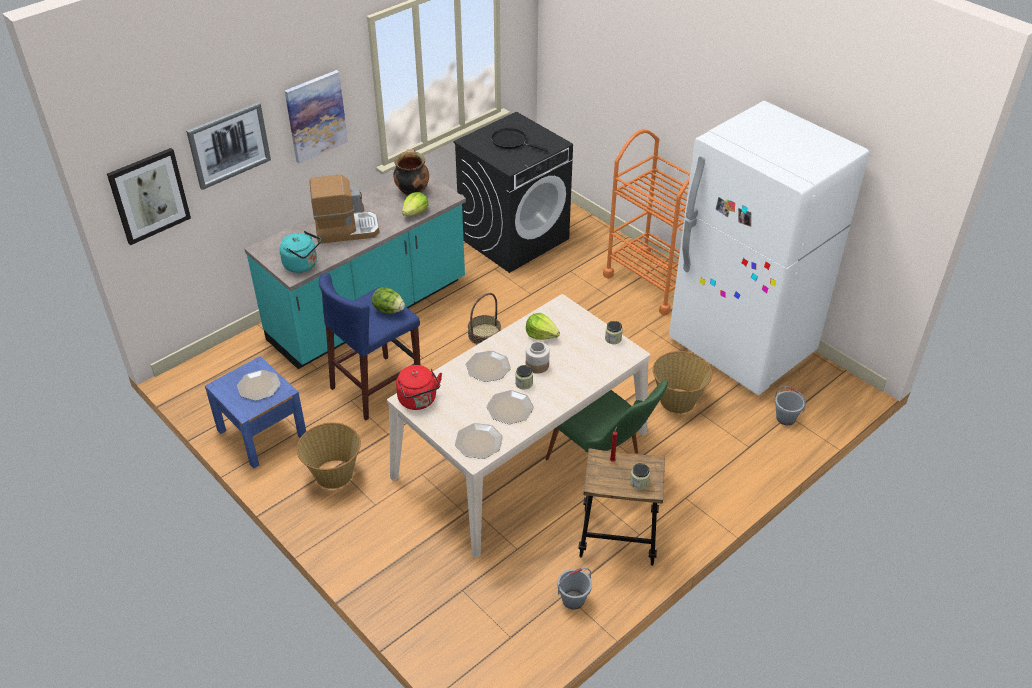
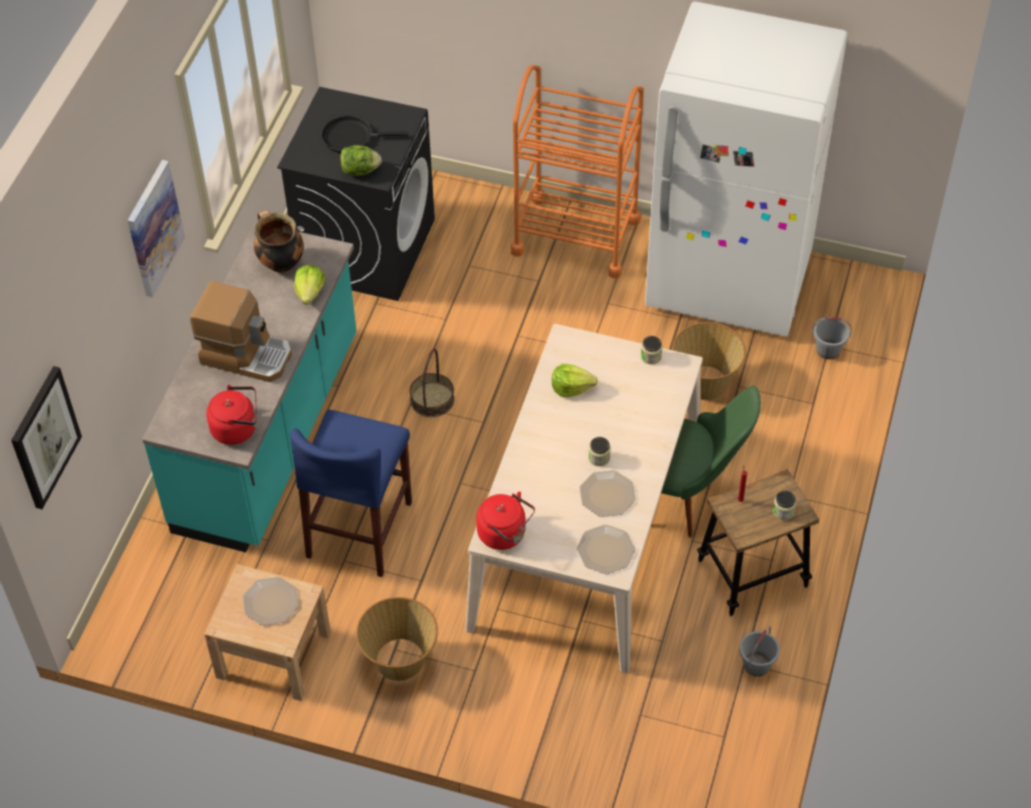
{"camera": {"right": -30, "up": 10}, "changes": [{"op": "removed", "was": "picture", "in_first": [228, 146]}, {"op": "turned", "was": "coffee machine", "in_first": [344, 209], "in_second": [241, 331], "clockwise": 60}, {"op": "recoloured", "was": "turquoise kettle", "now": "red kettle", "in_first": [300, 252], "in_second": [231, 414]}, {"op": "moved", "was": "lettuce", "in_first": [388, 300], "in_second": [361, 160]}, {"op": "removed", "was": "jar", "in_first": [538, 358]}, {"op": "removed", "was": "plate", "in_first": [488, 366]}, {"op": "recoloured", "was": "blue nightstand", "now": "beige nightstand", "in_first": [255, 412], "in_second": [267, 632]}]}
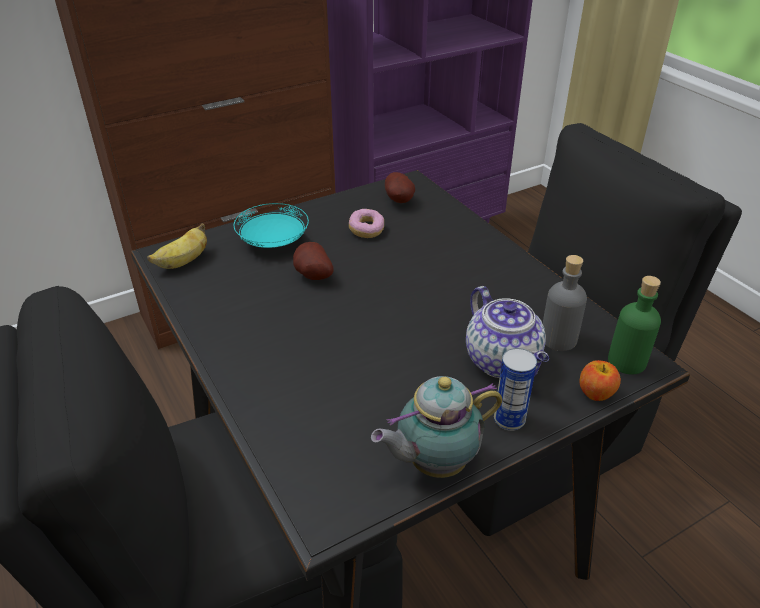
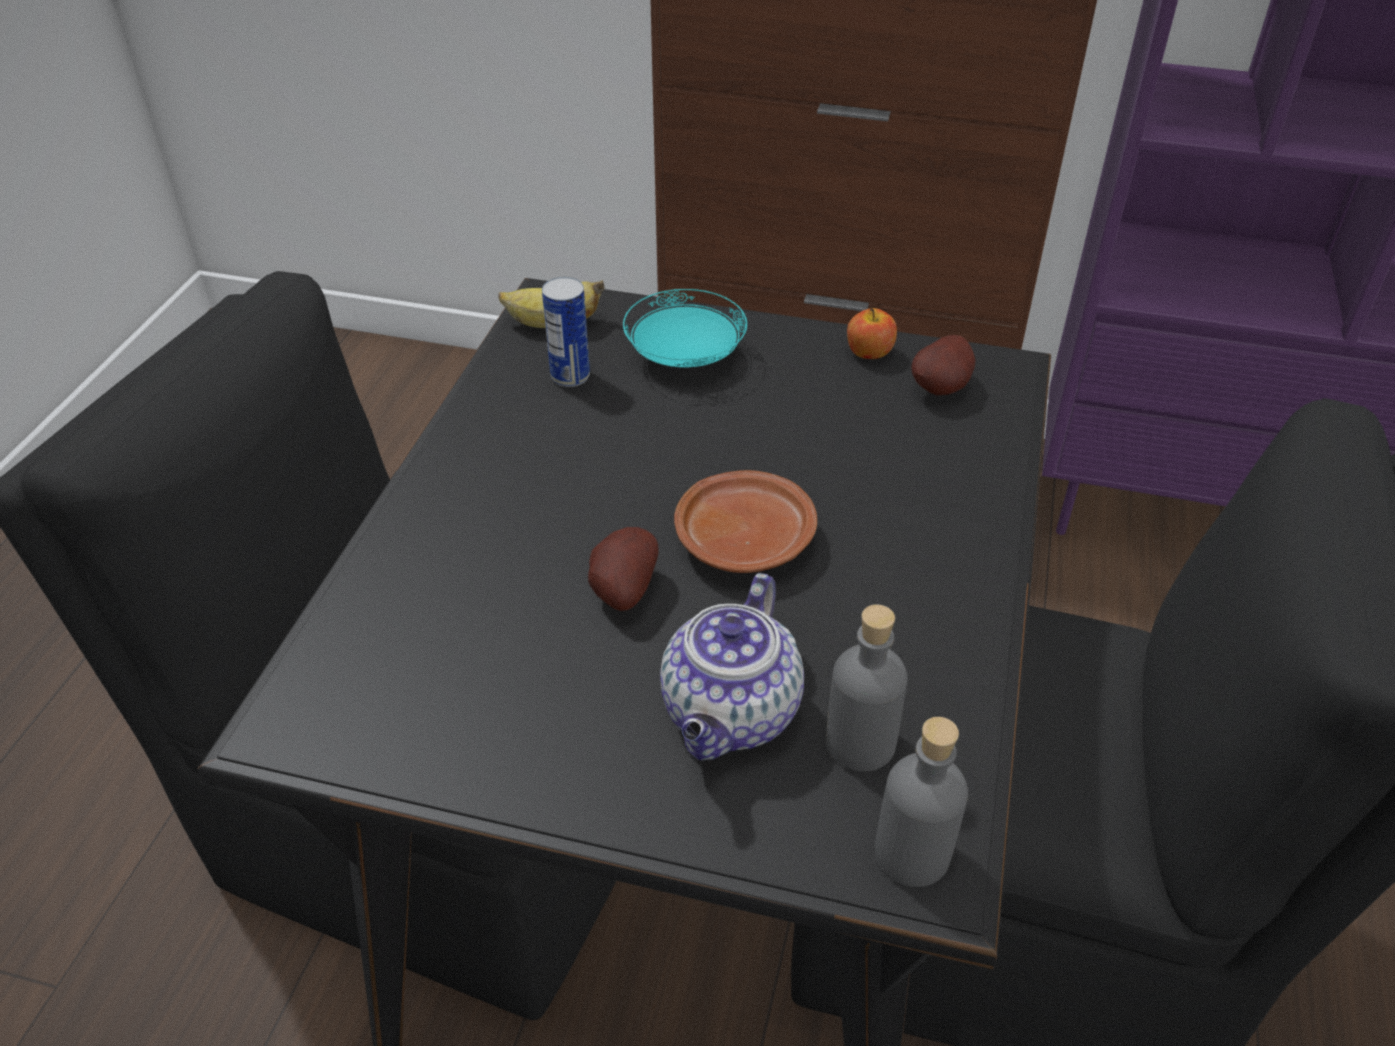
{"camera": {"right": 45, "up": 5}, "changes": [{"op": "removed", "was": "donut", "in_first": [366, 223]}, {"op": "moved", "was": "potato", "in_first": [313, 261], "in_second": [623, 569]}, {"op": "recoloured", "was": "green bottle", "now": "grey bottle", "in_first": [634, 325], "in_second": [921, 802]}, {"op": "moved", "was": "can", "in_first": [515, 389], "in_second": [566, 332]}, {"op": "moved", "was": "apple", "in_first": [600, 380], "in_second": [872, 333]}, {"op": "removed", "was": "teapot", "in_first": [436, 427]}, {"op": "added", "now": "brown plate", "in_second": [745, 521]}]}
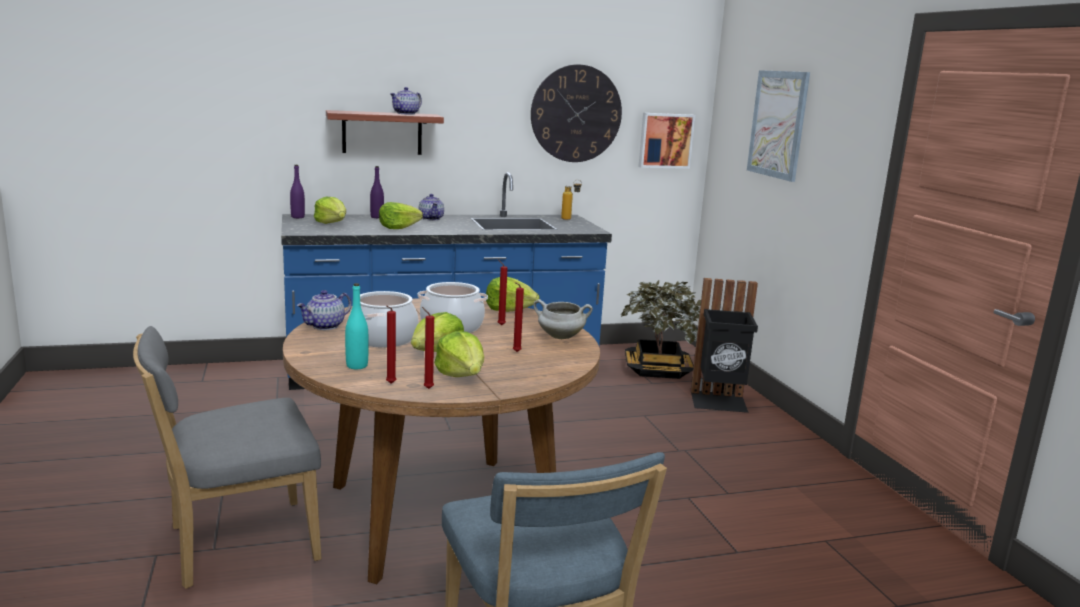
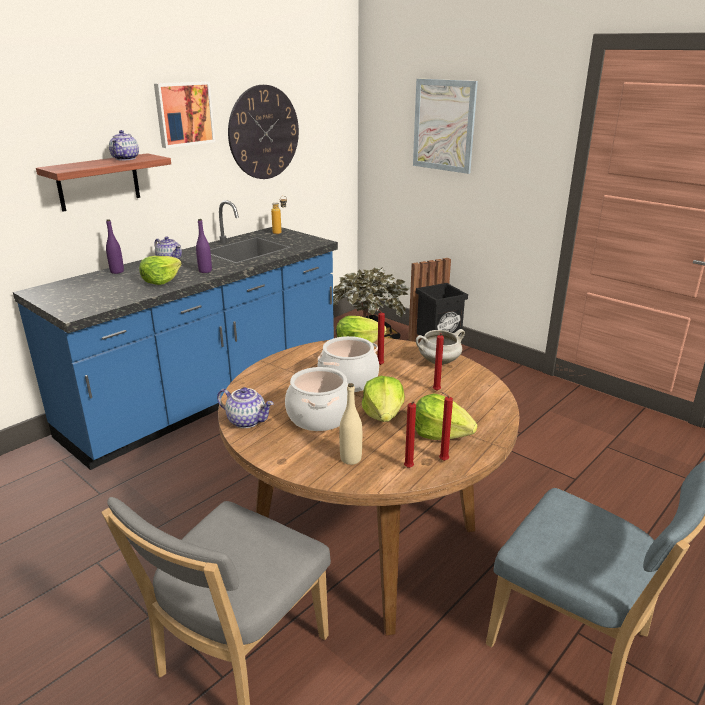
{"camera": {"right": -30, "up": 10}, "changes": [{"op": "moved", "was": "picture", "in_first": [666, 141], "in_second": [184, 114]}, {"op": "moved", "was": "purple bottle", "in_first": [297, 191], "in_second": [204, 246]}, {"op": "removed", "was": "lettuce", "in_first": [330, 210]}, {"op": "recoloured", "was": "turquoise bottle", "now": "beige bottle", "in_first": [356, 326], "in_second": [350, 424]}, {"op": "turned", "was": "teapot", "in_first": [324, 310], "in_second": [245, 407], "clockwise": -75}]}
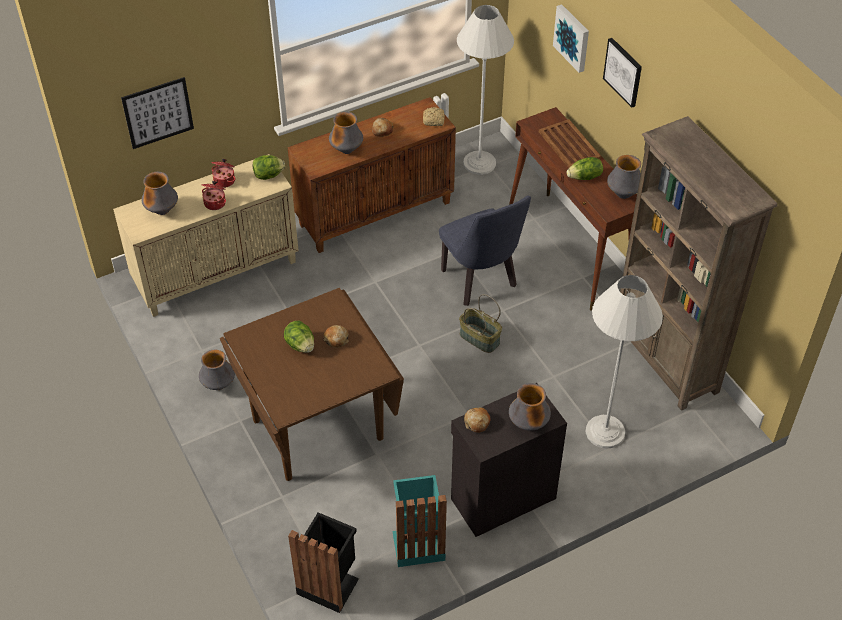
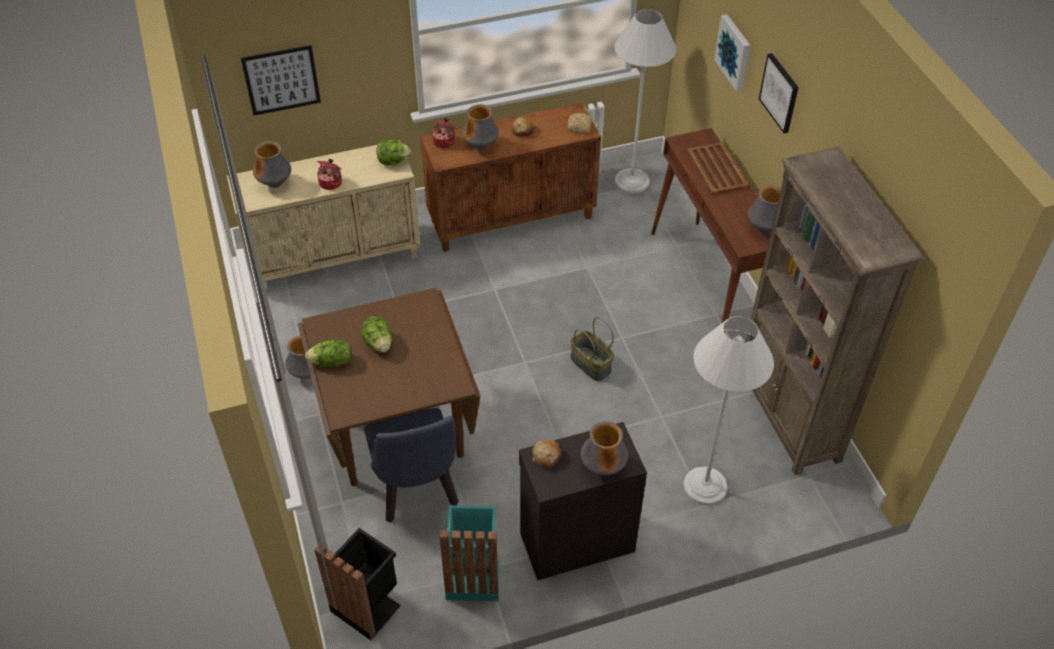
{"camera": {"right": 10, "up": 0}, "changes": [{"op": "moved", "was": "lettuce", "in_first": [585, 168], "in_second": [328, 353]}, {"op": "moved", "was": "cooking pot", "in_first": [223, 173], "in_second": [444, 133]}, {"op": "moved", "was": "blue chair", "in_first": [485, 250], "in_second": [411, 465]}, {"op": "removed", "was": "bread", "in_first": [336, 336]}]}
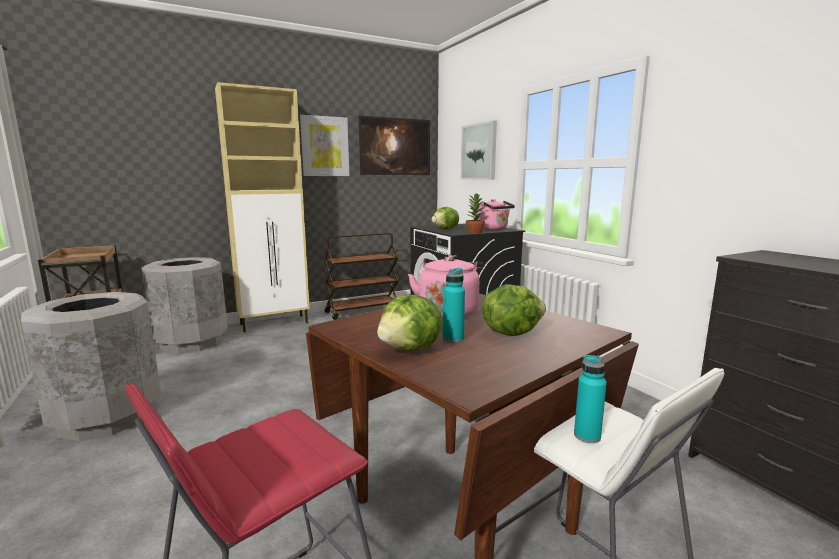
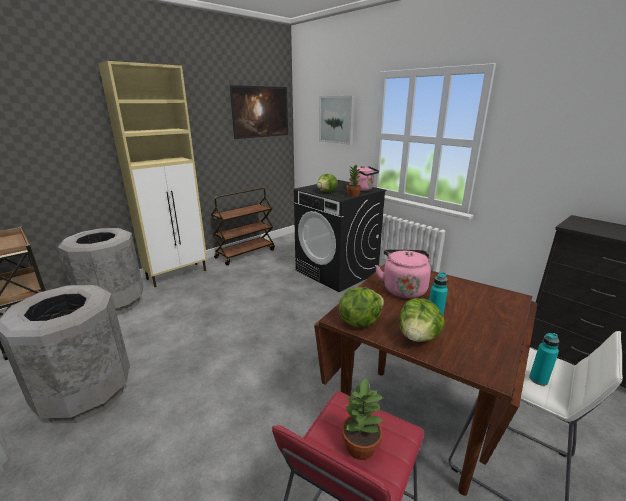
{"camera": {"right": -15, "up": 10}, "changes": [{"op": "removed", "was": "picture", "in_first": [324, 145]}, {"op": "moved", "was": "lettuce", "in_first": [514, 310], "in_second": [361, 307]}, {"op": "added", "now": "potted plant", "in_second": [363, 419]}]}
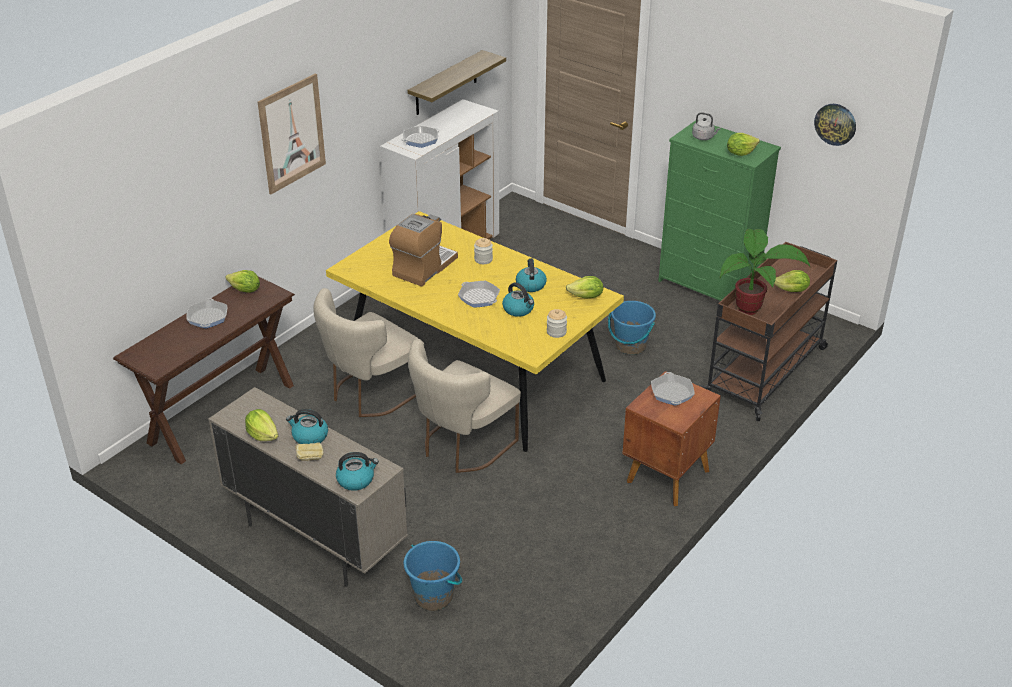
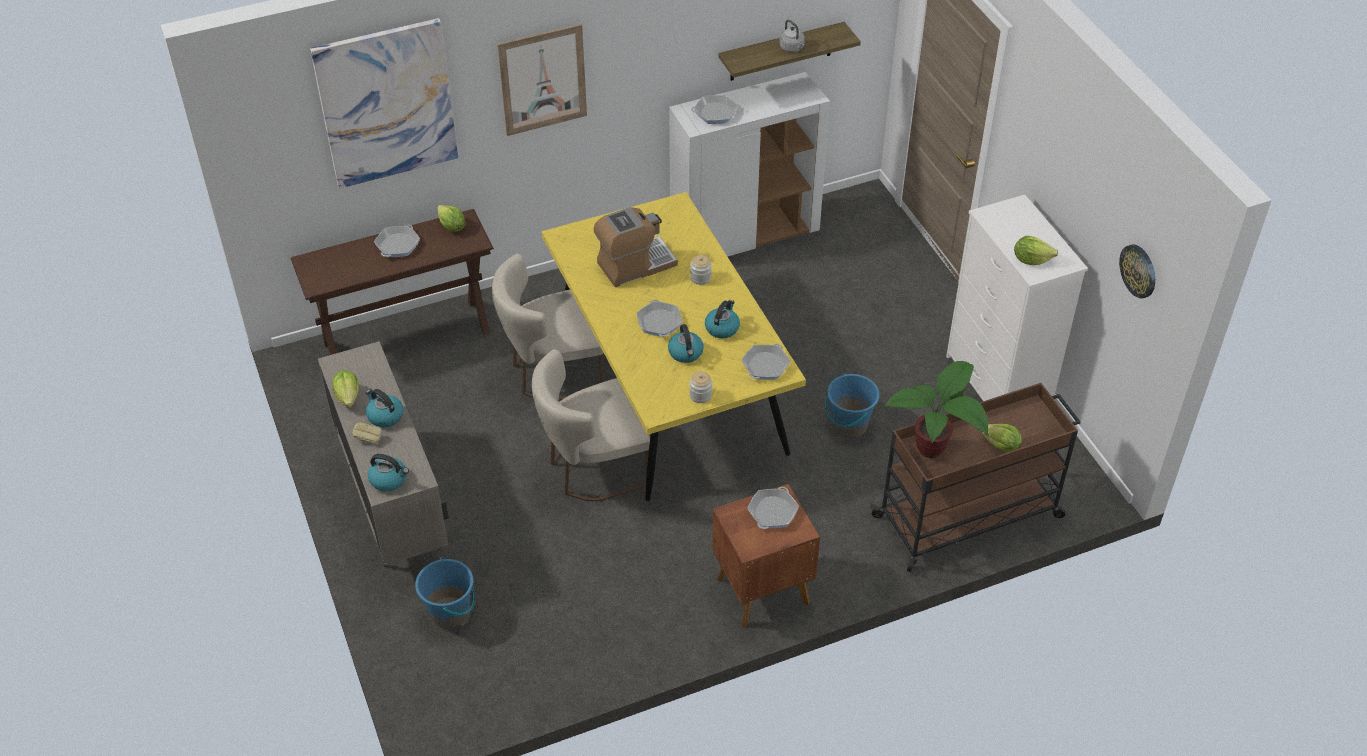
{"camera": {"right": 30, "up": 10}, "changes": [{"op": "moved", "was": "grey kettle", "in_first": [706, 126], "in_second": [792, 36]}, {"op": "recoloured", "was": "green dresser", "now": "white dresser", "in_first": [719, 210], "in_second": [1017, 298]}, {"op": "replaced", "was": "lettuce", "now": "frying pan", "in_first": [584, 287], "in_second": [766, 362]}, {"op": "added", "now": "picture", "in_second": [384, 103]}]}
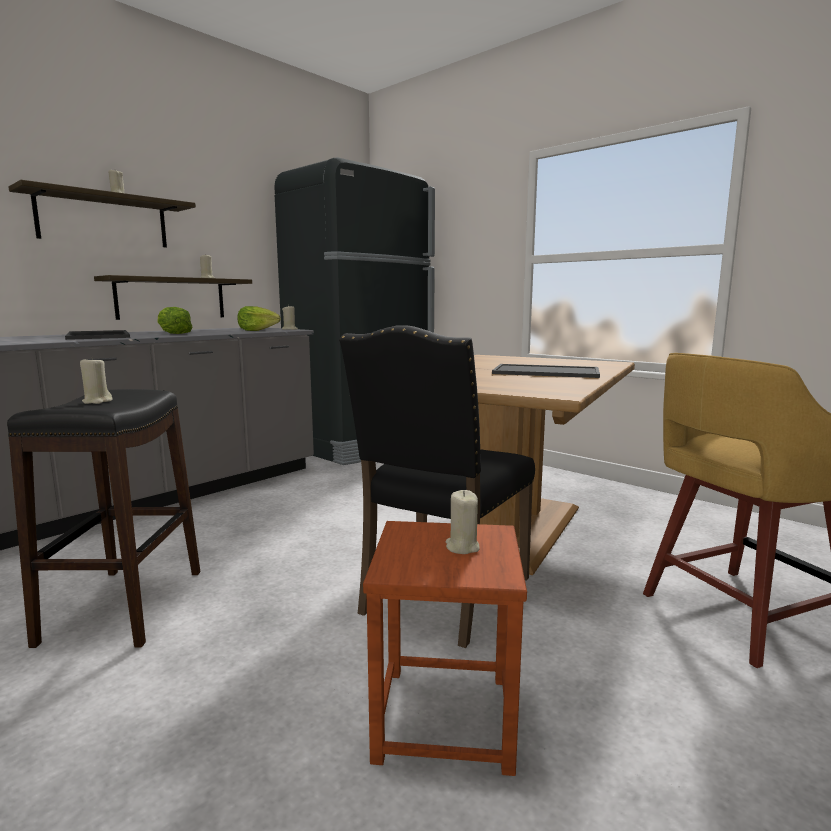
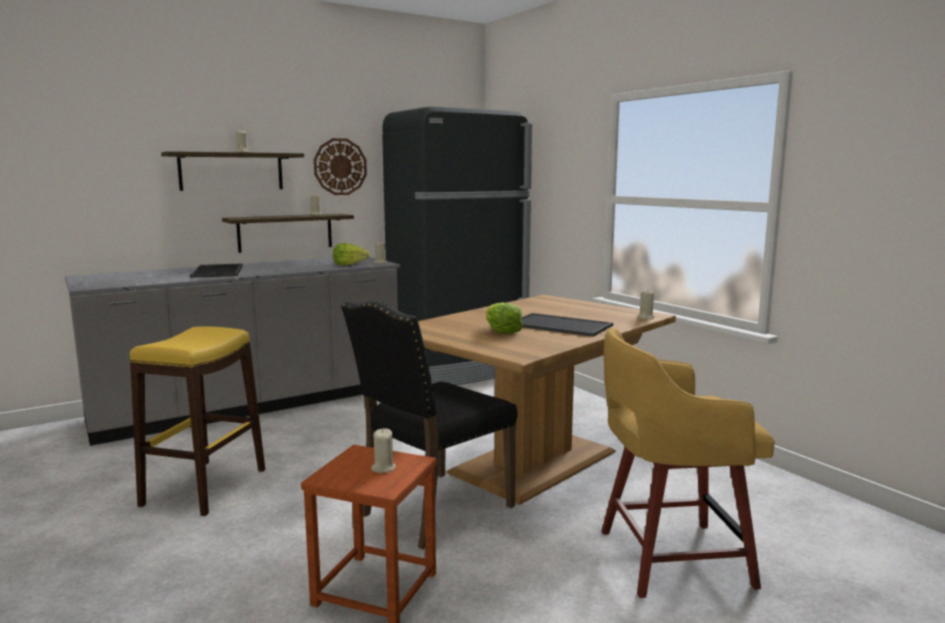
{"camera": {"right": 15, "up": 0}, "changes": [{"op": "moved", "was": "lettuce", "in_first": [175, 320], "in_second": [504, 318]}, {"op": "moved", "was": "beige candle", "in_first": [96, 380], "in_second": [646, 305]}, {"op": "recoloured", "was": "black stool", "now": "yellow stool", "in_first": [103, 518], "in_second": [197, 421]}, {"op": "added", "now": "wall clock", "in_second": [340, 166]}]}
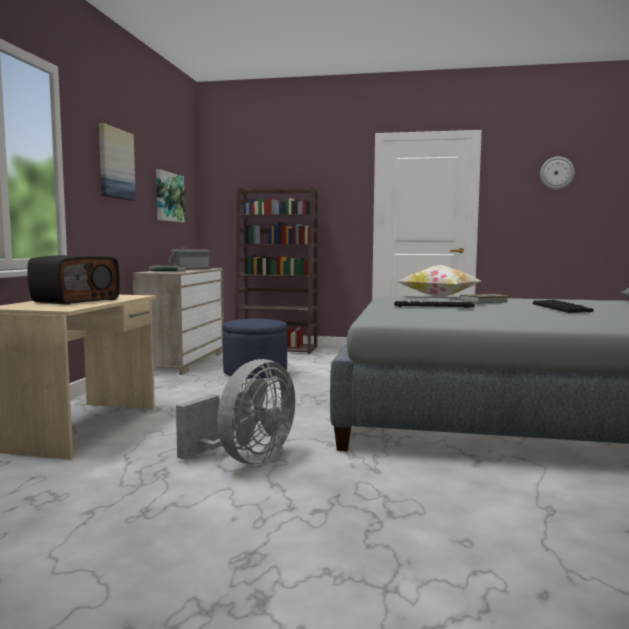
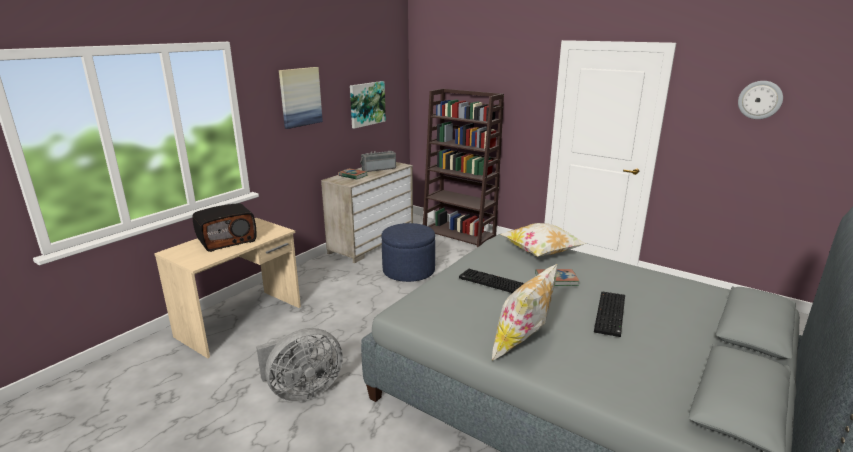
{"camera": {"right": 25, "up": 15}, "changes": [{"op": "added", "now": "pillow", "in_second": [524, 312]}]}
